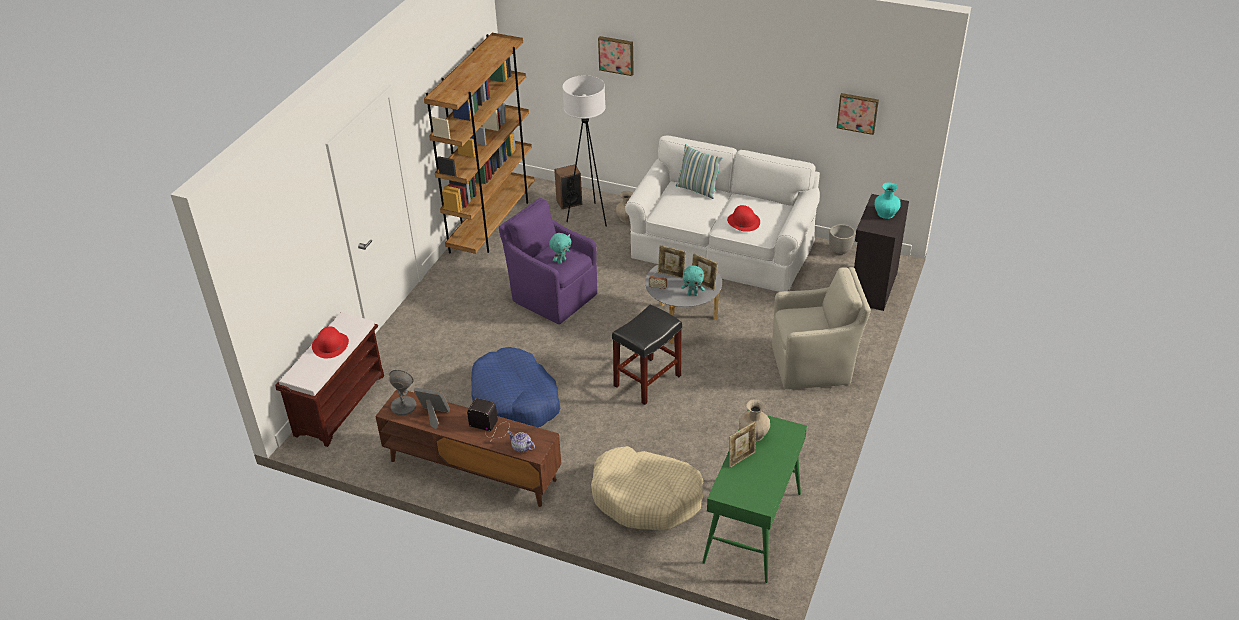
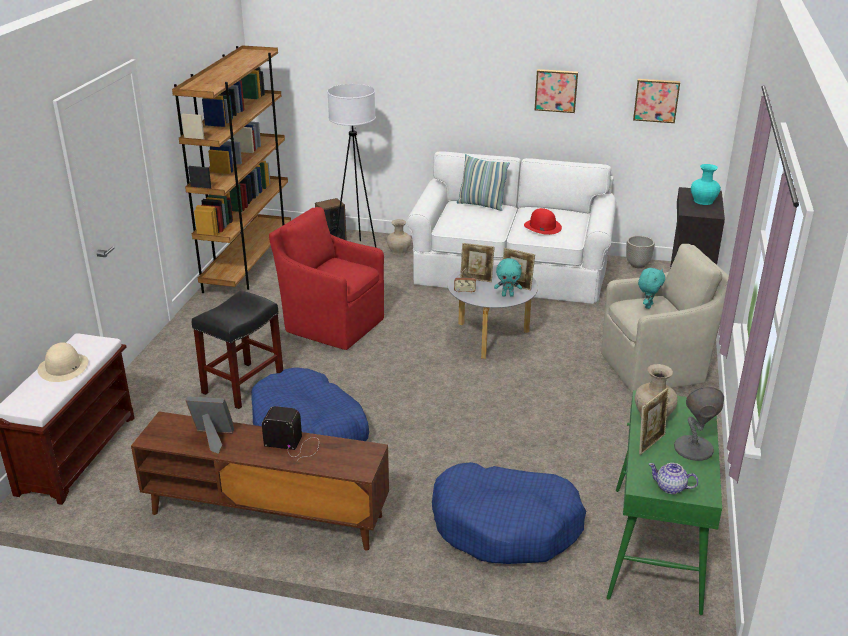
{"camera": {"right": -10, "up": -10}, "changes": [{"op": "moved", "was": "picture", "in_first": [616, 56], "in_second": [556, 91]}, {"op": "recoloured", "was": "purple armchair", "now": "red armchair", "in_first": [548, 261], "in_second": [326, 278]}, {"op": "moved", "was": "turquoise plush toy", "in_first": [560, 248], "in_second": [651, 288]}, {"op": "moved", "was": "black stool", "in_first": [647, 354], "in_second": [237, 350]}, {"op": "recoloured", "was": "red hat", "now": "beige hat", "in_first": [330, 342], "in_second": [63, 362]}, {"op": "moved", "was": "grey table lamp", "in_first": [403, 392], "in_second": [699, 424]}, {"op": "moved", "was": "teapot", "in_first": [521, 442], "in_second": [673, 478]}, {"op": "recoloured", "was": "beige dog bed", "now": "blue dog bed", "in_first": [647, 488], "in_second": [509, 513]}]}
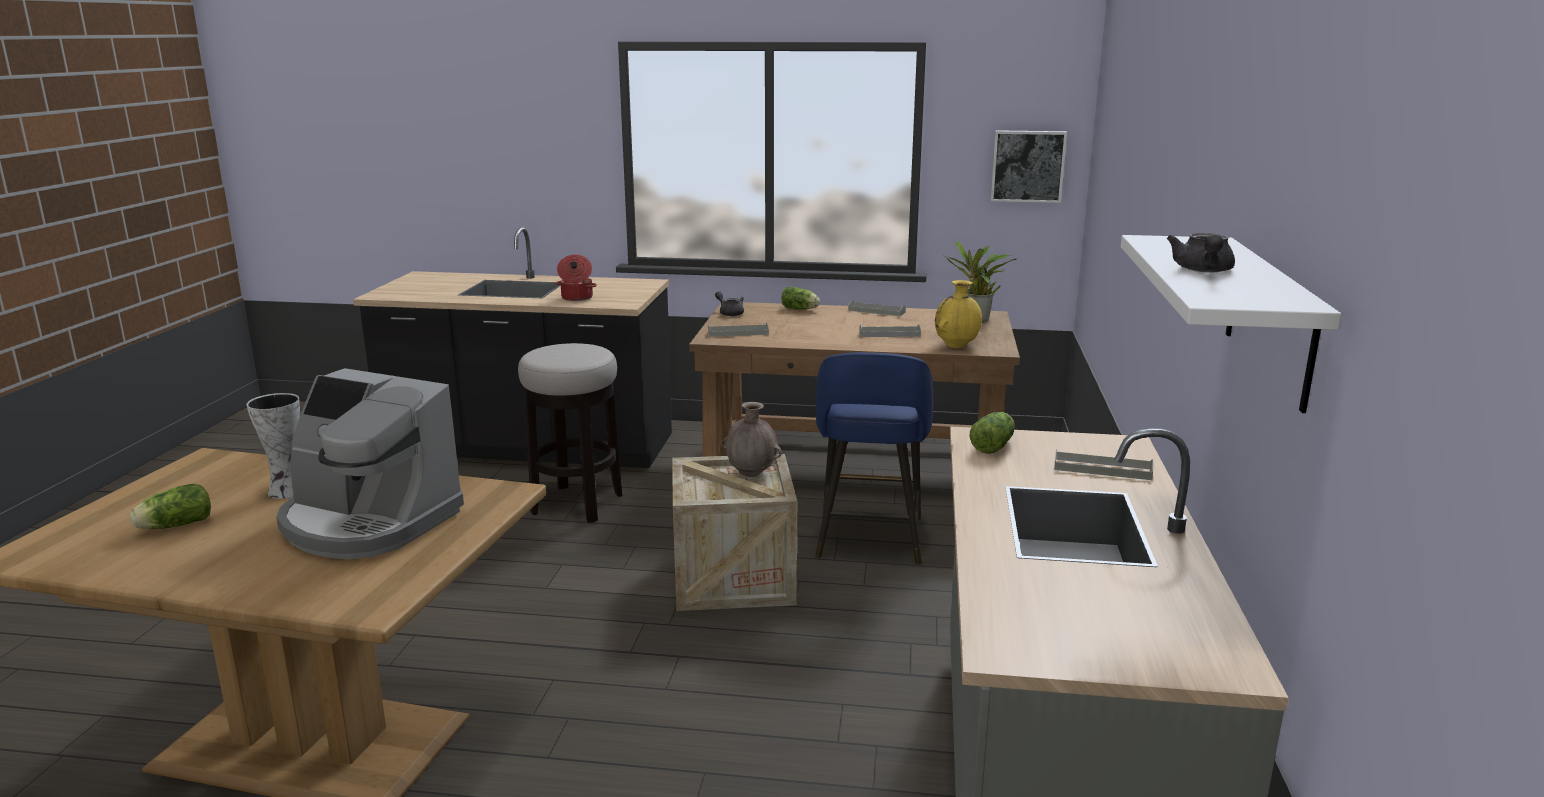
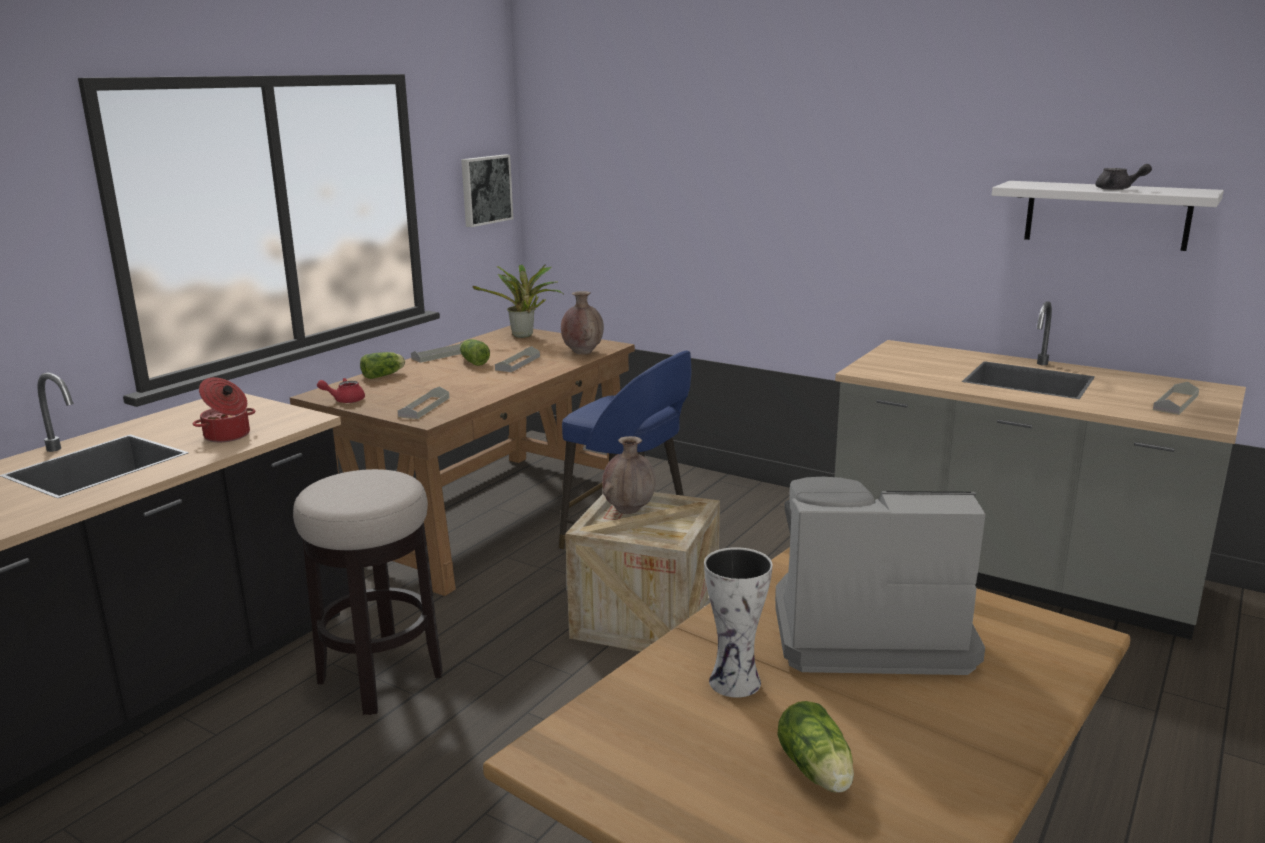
{"camera": {"right": -65, "up": 0}, "changes": [{"op": "recoloured", "was": "yellow vase", "now": "brown vase", "in_first": [958, 314], "in_second": [582, 323]}, {"op": "recoloured", "was": "grey teapot", "now": "red teapot", "in_first": [729, 303], "in_second": [341, 390]}, {"op": "turned", "was": "coffee machine", "in_first": [370, 463], "in_second": [880, 576], "clockwise": -135}, {"op": "moved", "was": "lettuce", "in_first": [992, 433], "in_second": [475, 352]}, {"op": "moved", "was": "grey tray", "in_first": [1103, 465], "in_second": [1176, 398]}]}
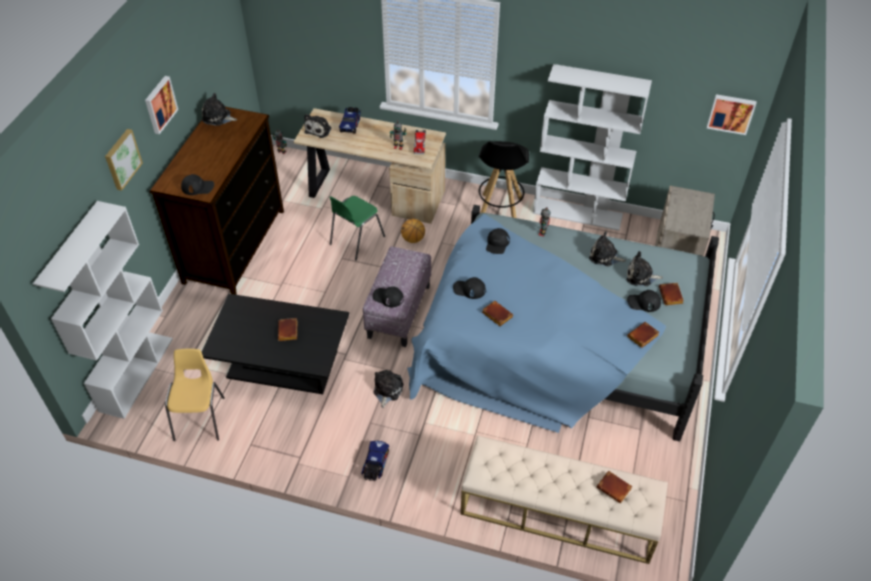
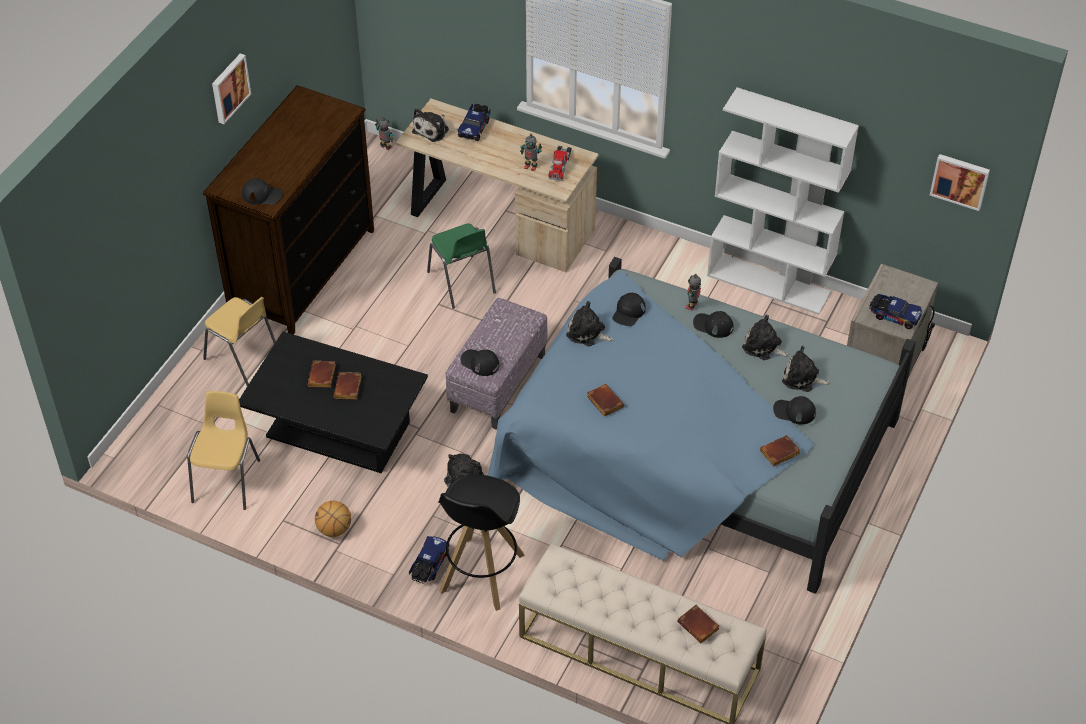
{"camera": {"right": 10, "up": 0}, "changes": [{"op": "moved", "was": "plush toy", "in_first": [219, 109], "in_second": [590, 323]}, {"op": "removed", "was": "picture", "in_first": [124, 160]}, {"op": "moved", "was": "black stool", "in_first": [504, 179], "in_second": [481, 542]}, {"op": "turned", "was": "green chair", "in_first": [357, 228], "in_second": [461, 266], "clockwise": -75}, {"op": "removed", "was": "white bookcase", "in_first": [103, 310]}, {"op": "moved", "was": "basketball", "in_first": [413, 231], "in_second": [333, 519]}, {"op": "moved", "was": "black cap", "in_first": [469, 288], "in_second": [713, 324]}, {"op": "moved", "was": "brown book", "in_first": [671, 294], "in_second": [322, 374]}, {"op": "added", "now": "toy truck", "in_second": [895, 311]}, {"op": "added", "now": "yellow chair", "in_second": [239, 341]}]}
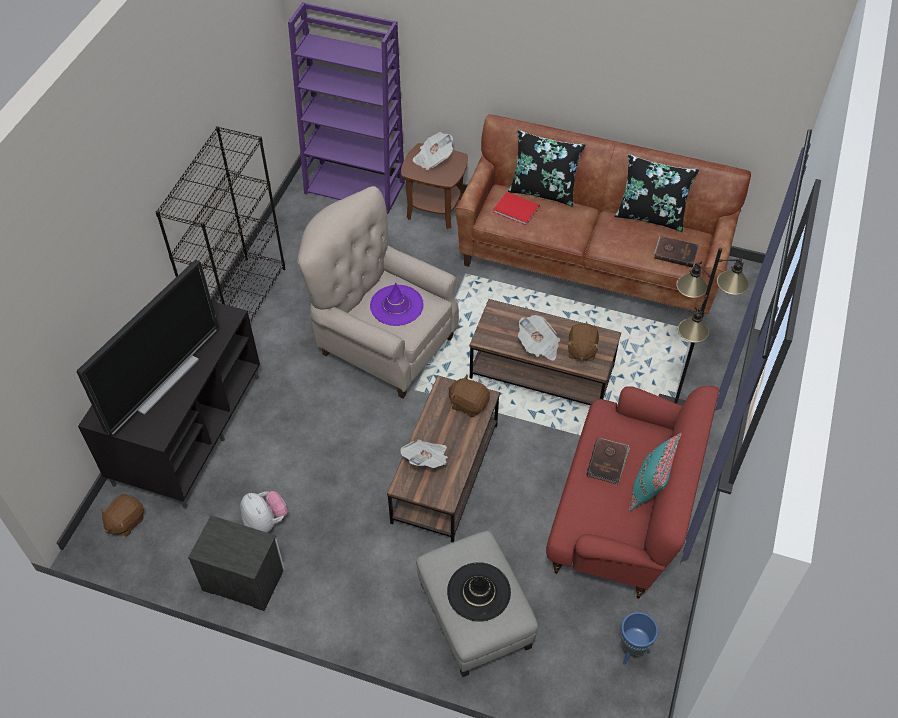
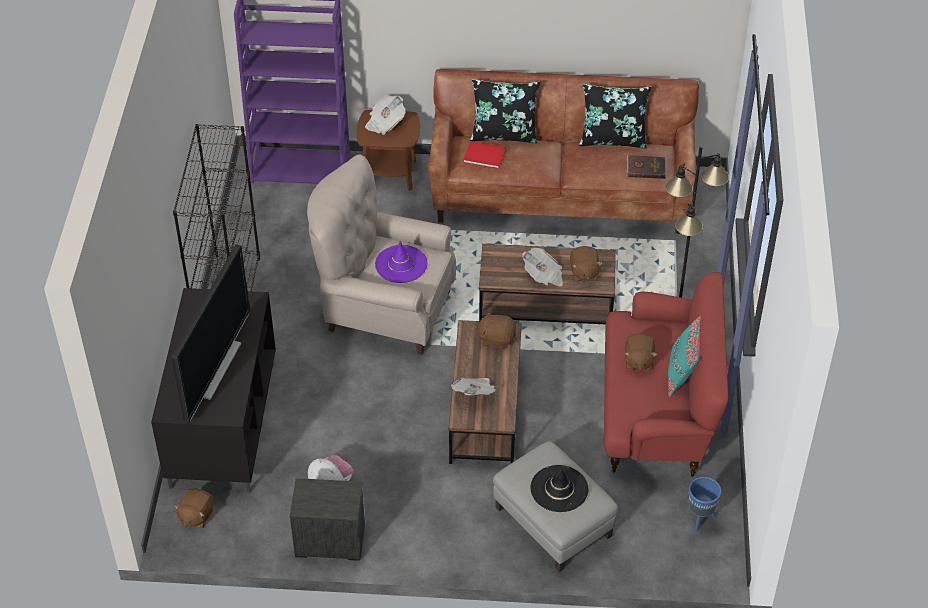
{"camera": {"right": -15, "up": -5}, "changes": [{"op": "replaced", "was": "brown book", "now": "brown plush toy", "in_first": [608, 461], "in_second": [640, 352]}]}
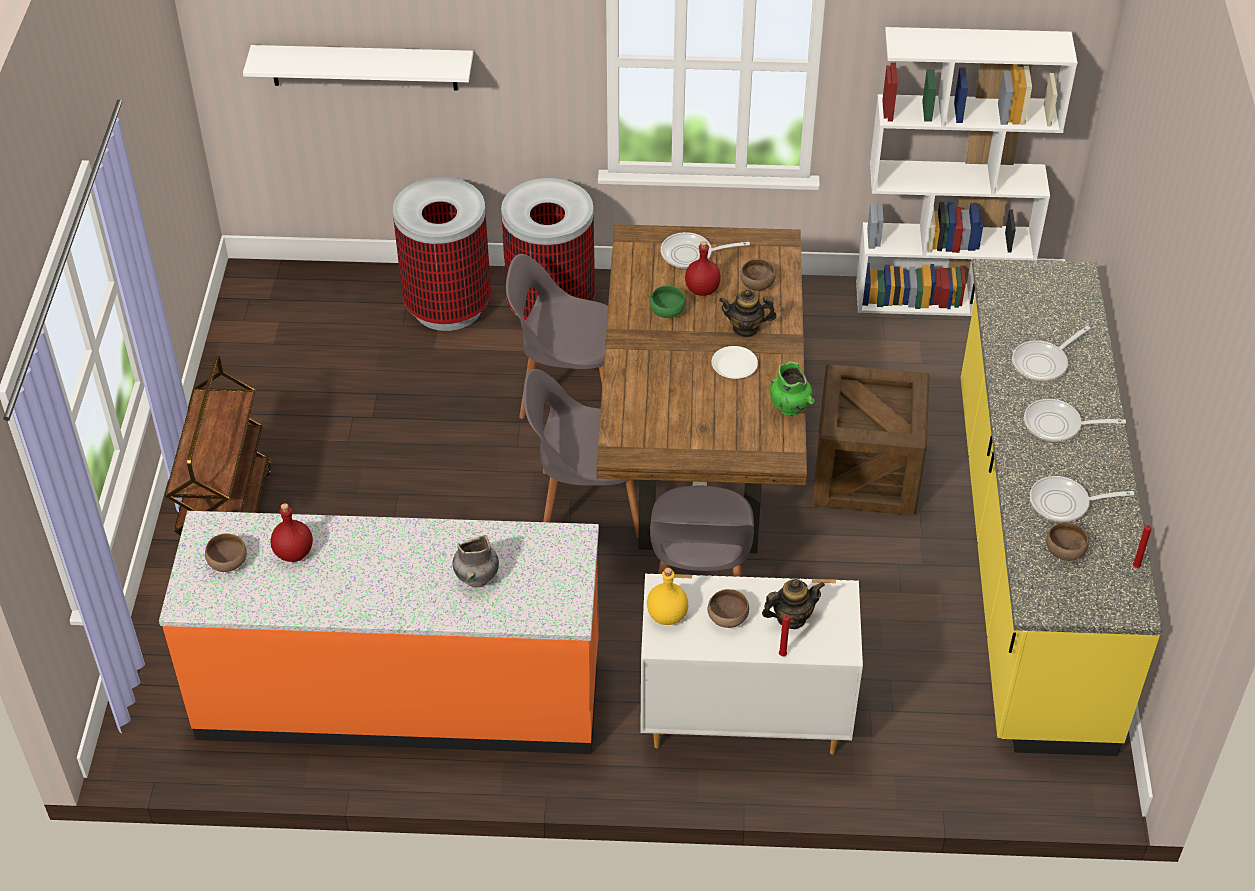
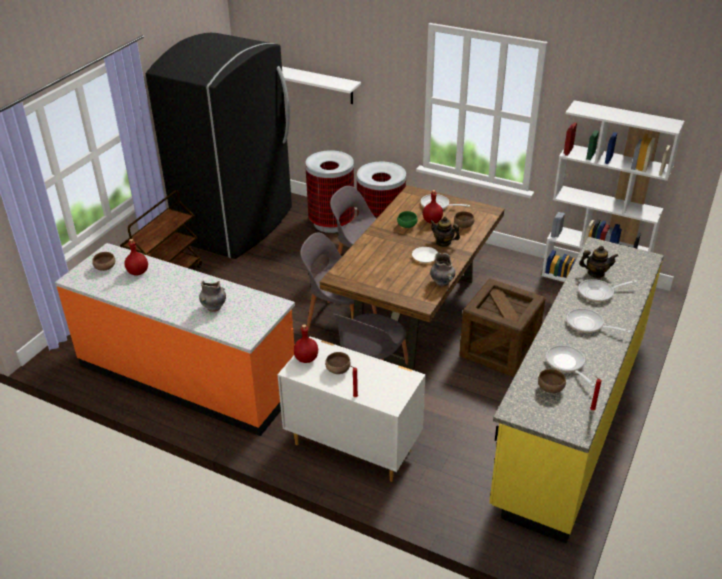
{"camera": {"right": 25, "up": -10}, "changes": [{"op": "recoloured", "was": "green vase", "now": "grey vase", "in_first": [792, 388], "in_second": [442, 270]}, {"op": "turned", "was": "frying pan", "in_first": [1082, 499], "in_second": [570, 366], "clockwise": 45}, {"op": "recoloured", "was": "yellow bottle", "now": "red bottle", "in_first": [667, 596], "in_second": [306, 343]}, {"op": "moved", "was": "teapot", "in_first": [793, 604], "in_second": [598, 262]}, {"op": "added", "now": "black fridge", "in_second": [219, 146]}]}
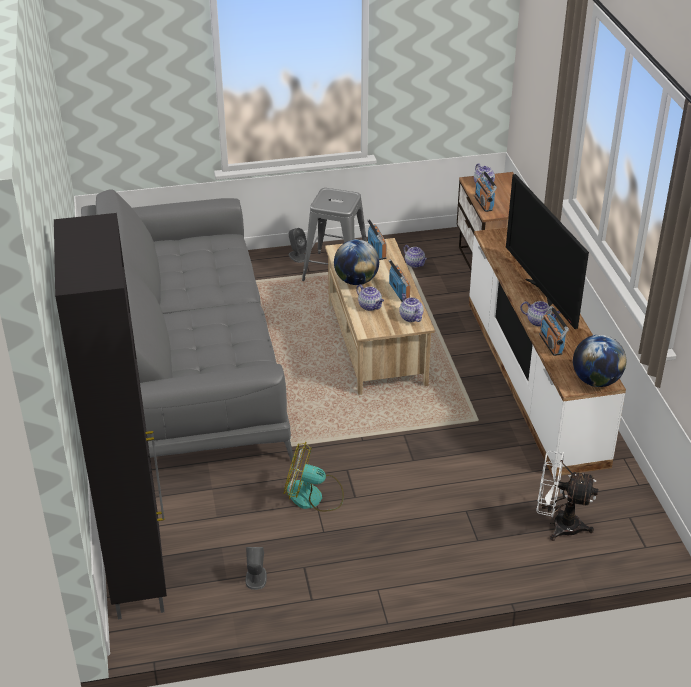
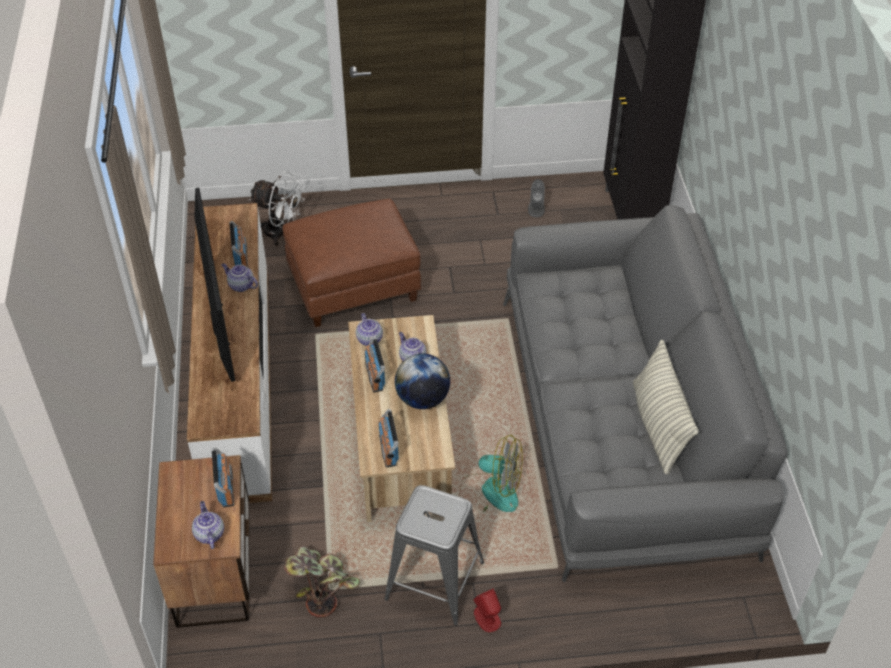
{"camera": {"right": -175, "up": 10}, "changes": [{"op": "recoloured", "was": "grey speaker", "now": "red speaker", "in_first": [298, 245], "in_second": [487, 610]}, {"op": "replaced", "was": "teapot", "now": "potted plant", "in_first": [415, 256], "in_second": [322, 581]}, {"op": "removed", "was": "globe", "in_first": [599, 361]}, {"op": "moved", "was": "fan", "in_first": [314, 477], "in_second": [491, 473]}, {"op": "added", "now": "brown ottoman", "in_second": [352, 263]}, {"op": "added", "now": "pillow", "in_second": [666, 407]}]}
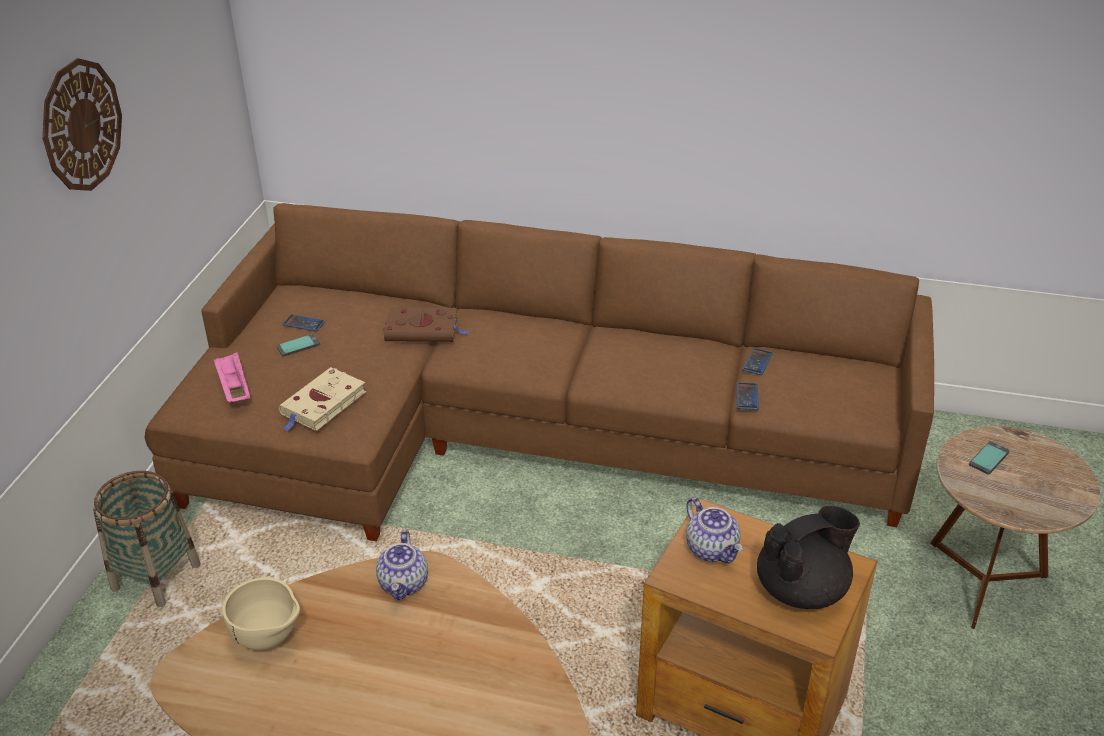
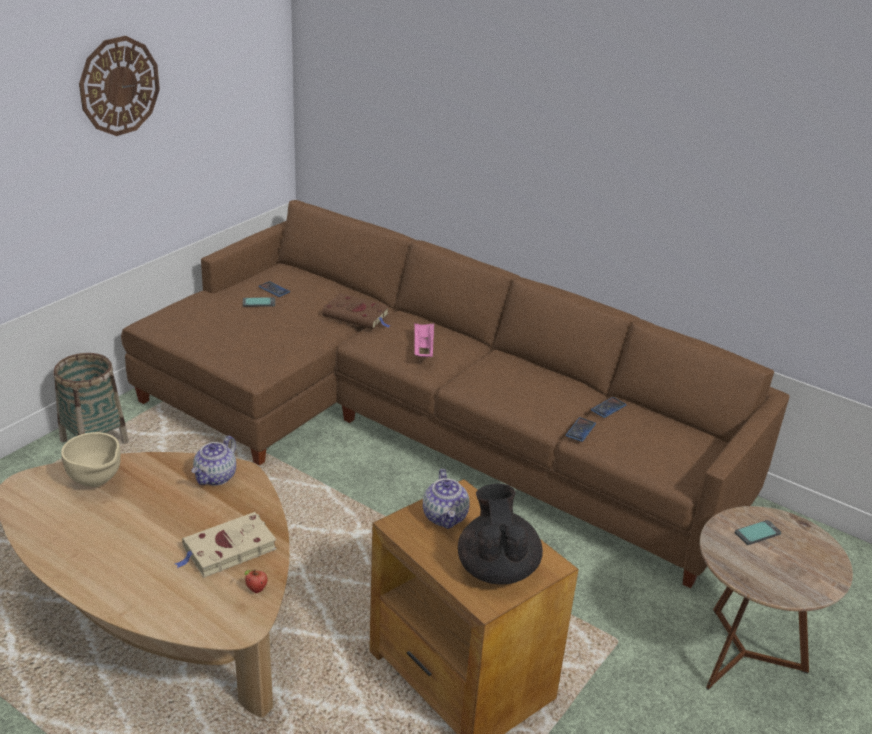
{"camera": {"right": 20, "up": -5}, "changes": [{"op": "moved", "was": "pink tray", "in_first": [231, 377], "in_second": [424, 340]}, {"op": "moved", "was": "beige book", "in_first": [322, 399], "in_second": [226, 545]}, {"op": "turned", "was": "black teapot", "in_first": [808, 557], "in_second": [500, 534], "clockwise": -90}, {"op": "added", "now": "apple", "in_second": [256, 581]}]}
